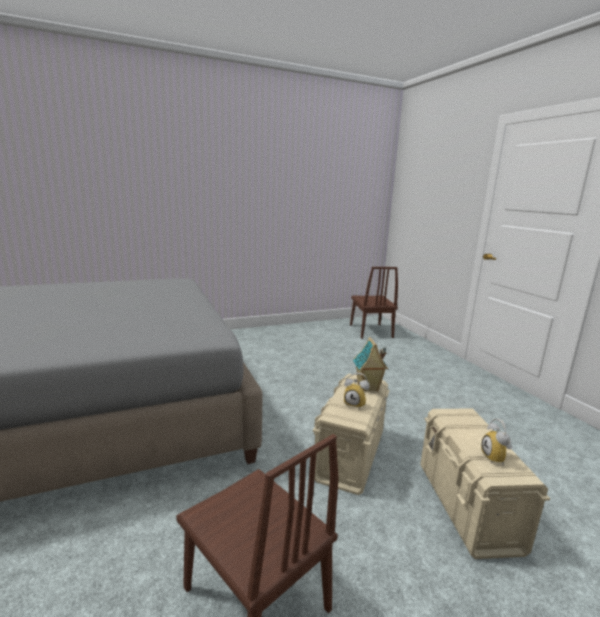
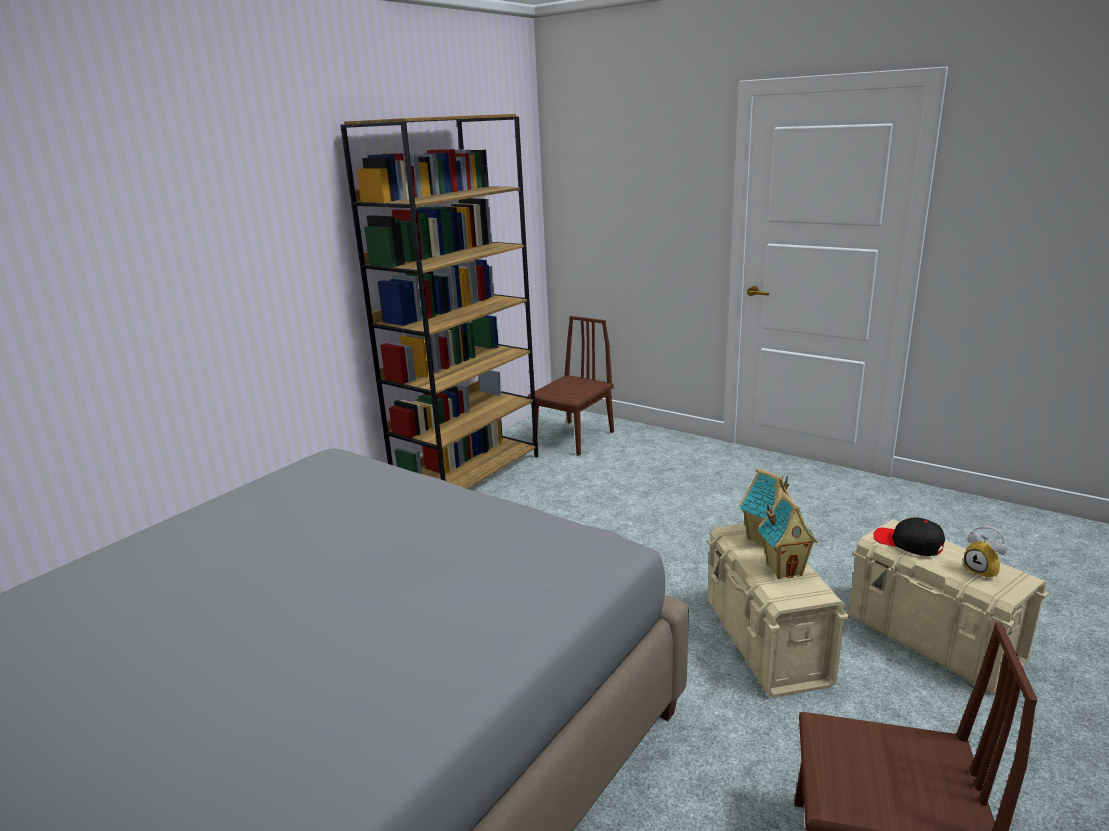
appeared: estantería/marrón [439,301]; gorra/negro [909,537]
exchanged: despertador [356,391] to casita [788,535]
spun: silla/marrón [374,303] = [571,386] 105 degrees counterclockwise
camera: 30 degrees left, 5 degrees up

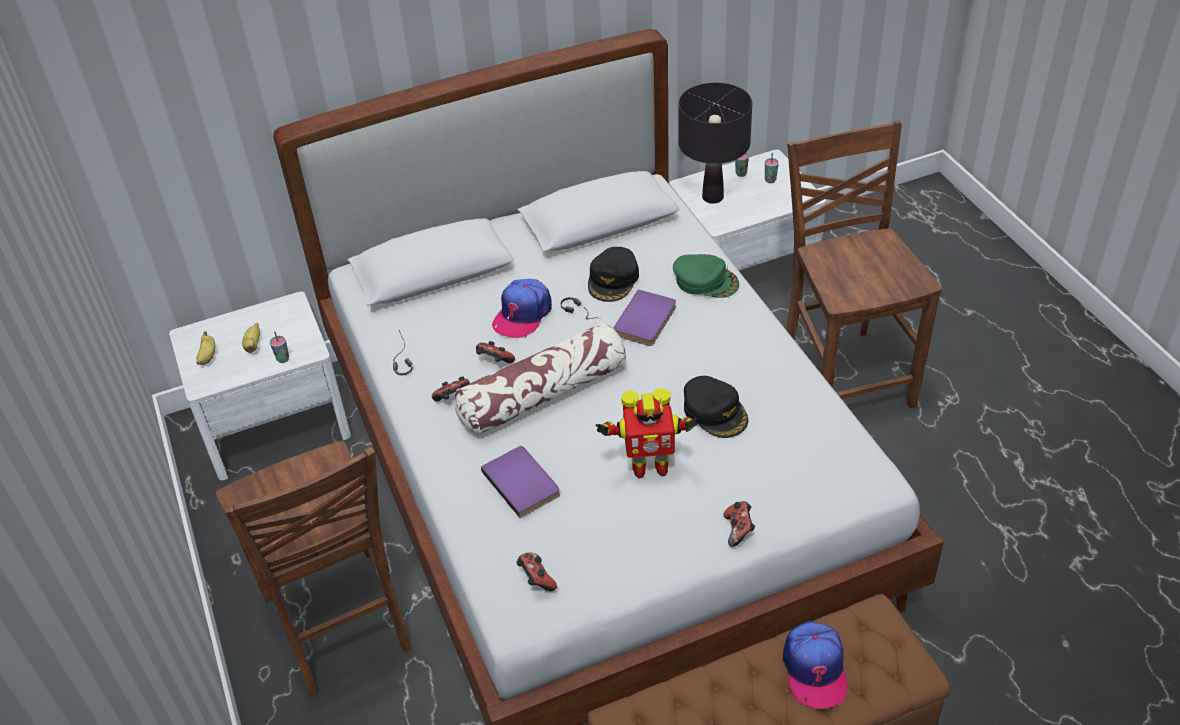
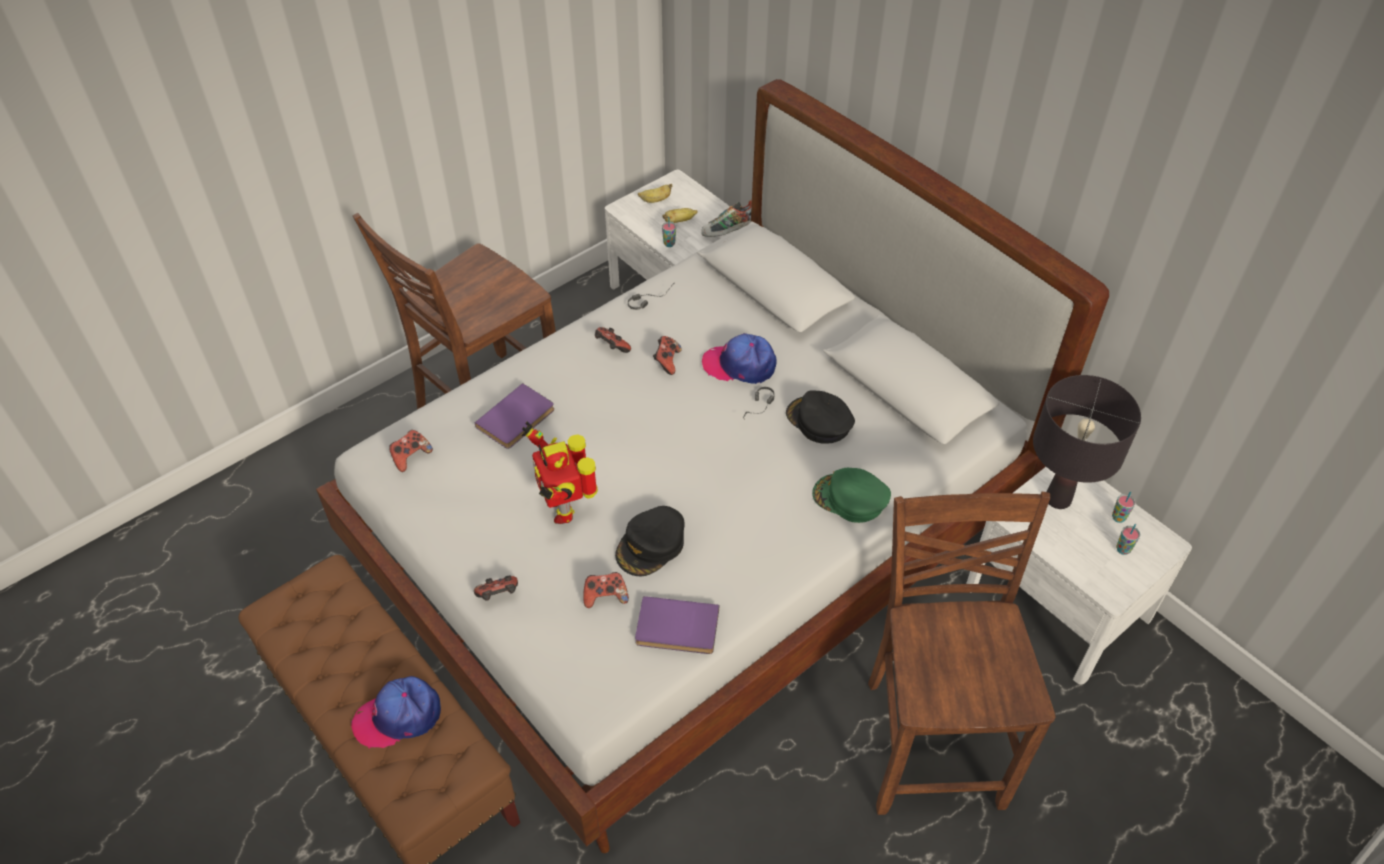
missing: cojín [540,379]
appeared: zapato [726,218]; mando de consola [606,590]
relocated: libro/morado [644,318] to [677,625]
spun: silla/marrón [864,264] = [962,653] 60 degrees counterclockwise; gorra/negro [613,274] = [820,417] 45 degrees clockwise; gorra/verde [706,276] = [851,495] 105 degrees clockwise
camera: 70 degrees right, 5 degrees up

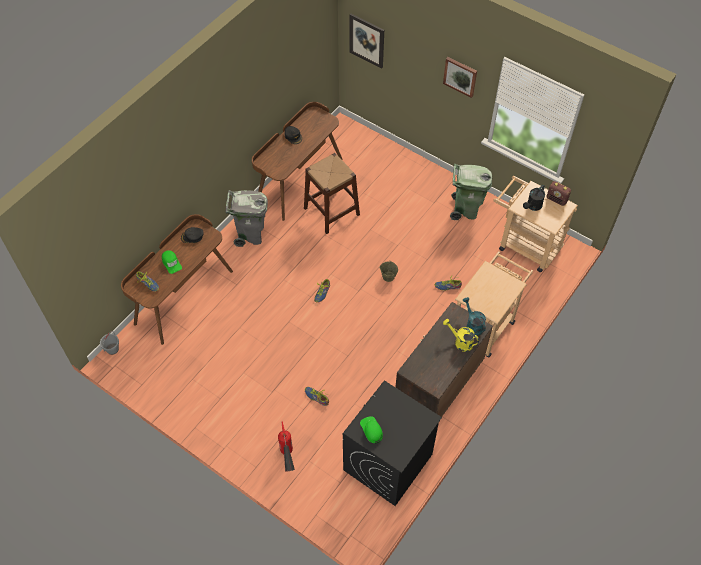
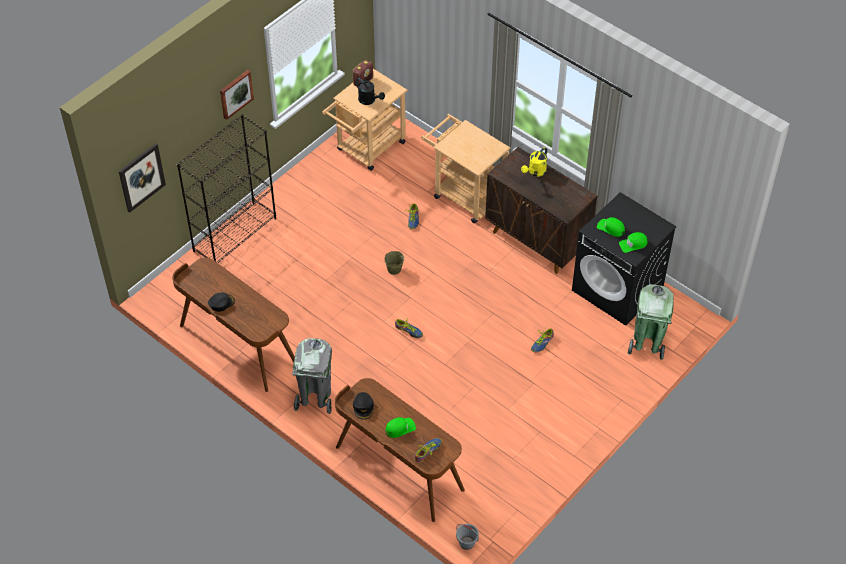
missing: taburete/marrón [332,193]; regadera/turquesa [474,316]; extintor [286,446]
appeared: estantería/negro [226,188]; gorra/verde [611,227]
relocated: papelera/verde [471,192] to [651,322]
camera: 85 degrees left, 5 degrees down

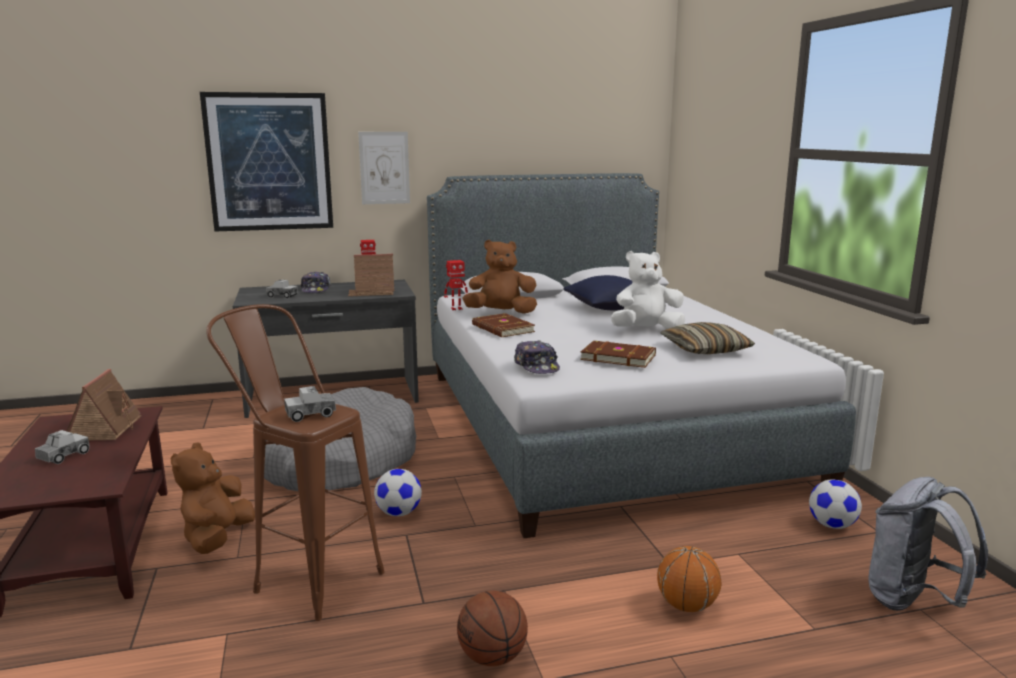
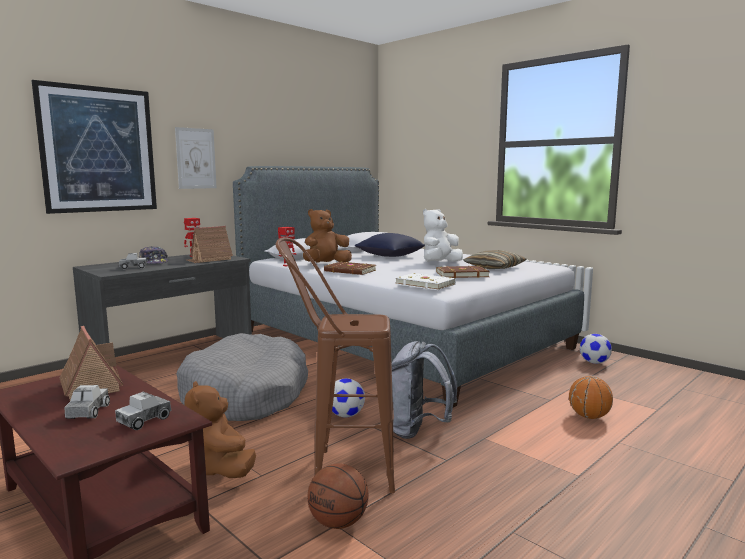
relocated: camión de juguete [310,404] to [143,411]; mochila/gris [928,544] to [424,390]; balón de baloncesto [492,628] to [338,496]
exchanged: gorra [537,357] to libro/blanco [425,281]
camera: 30 degrees left, 5 degrees down

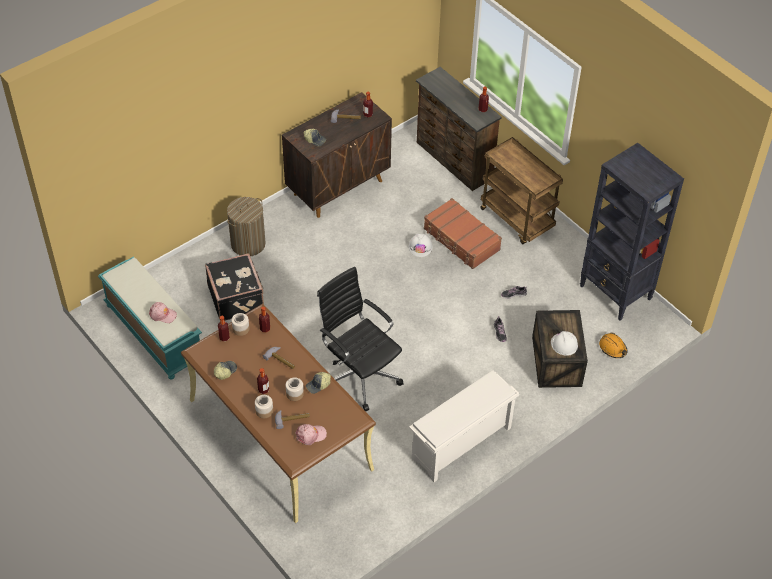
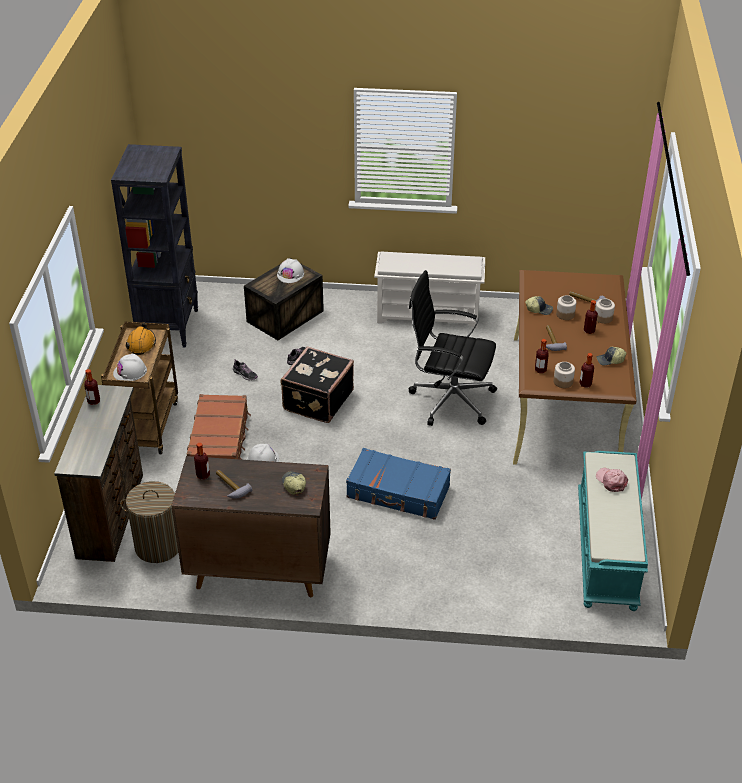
missing: gorra/rosa [311,434]
appeared: casco/blanco [130,367]; maleta/azul [398,484]
relocated: cesto de la ropa [246,226] to [149,522]; maleta/negro [234,287] to [317,384]; casco/naranja [613,345] to [141,339]
spun: silla de oficina/negro [360,339] = [453,348] 105 degrees clockwise
camera: 135 degrees left, 10 degrees down

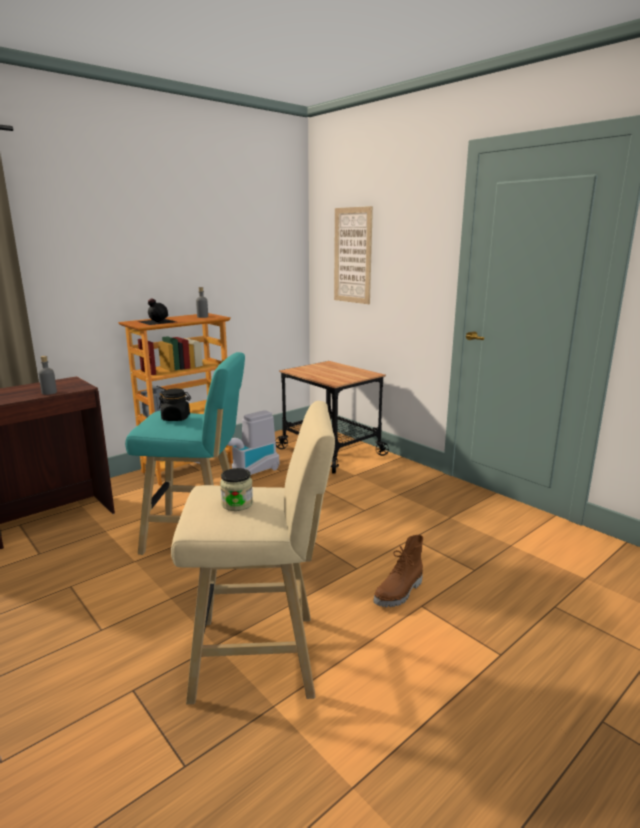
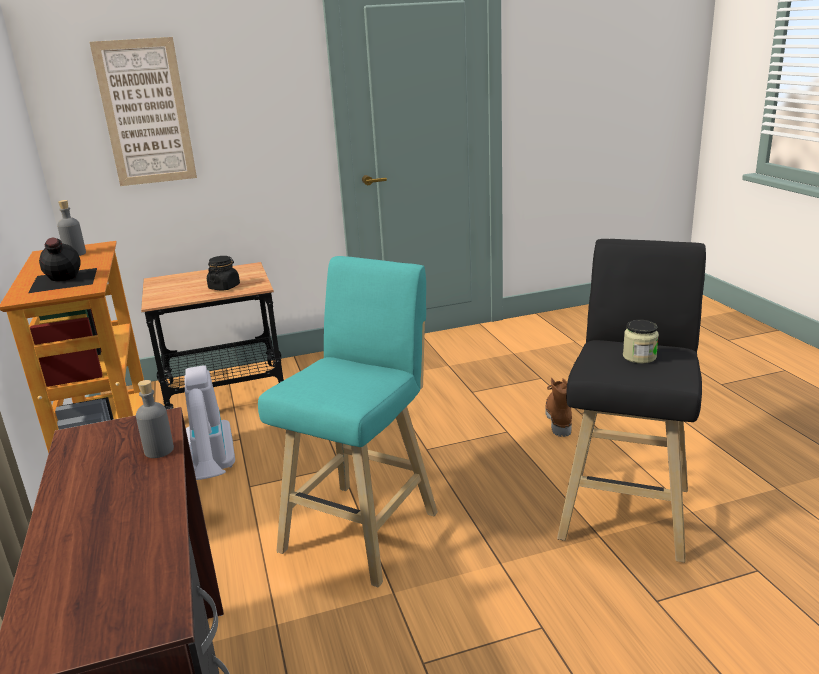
relocated: tarro/negro [175,405] to [223,273]
colour: taburete/beis [253,552] to taburete/negro [631,401]
spun: bota/marrón [398,571] = [558,407] 150 degrees counterclockwise
camera: 65 degrees left, 5 degrees up

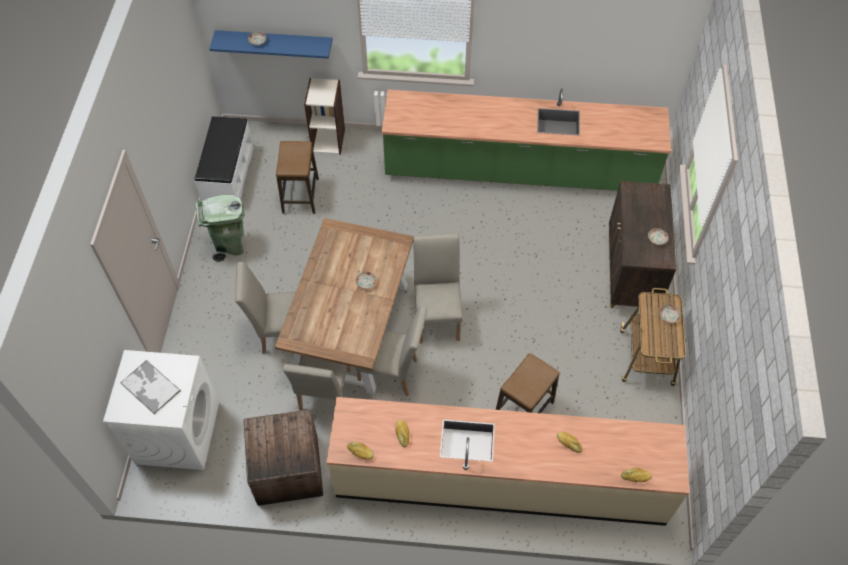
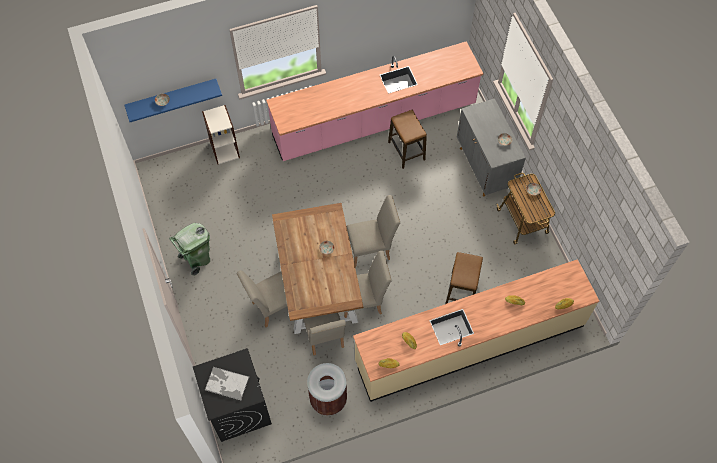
missing: banco/blanco [224,158]
relocated: taburete [297,177] to [407,139]
exchanged: caja de embalaje [283,457] to papelera/marrón [327,389]
colour: mueble bajo de cocina/verde [526,139] to mueble bajo de cocina/rosa [374,101]; armario/marrón [642,244] to armario/gris [491,147]; lavadora/blanco [161,410] to lavadora/negro [232,395]
spun: silla/beis [438,288] = [373,231] 105 degrees clockwise
camera: 25 degrees left, 5 degrees up

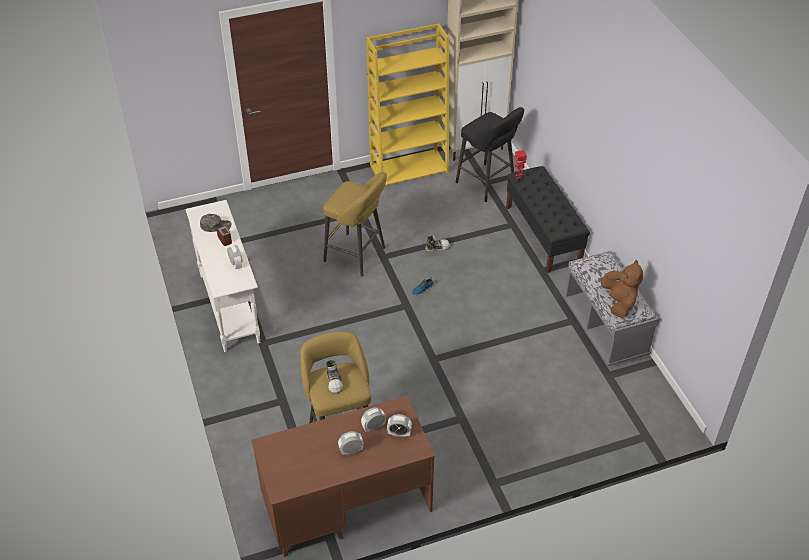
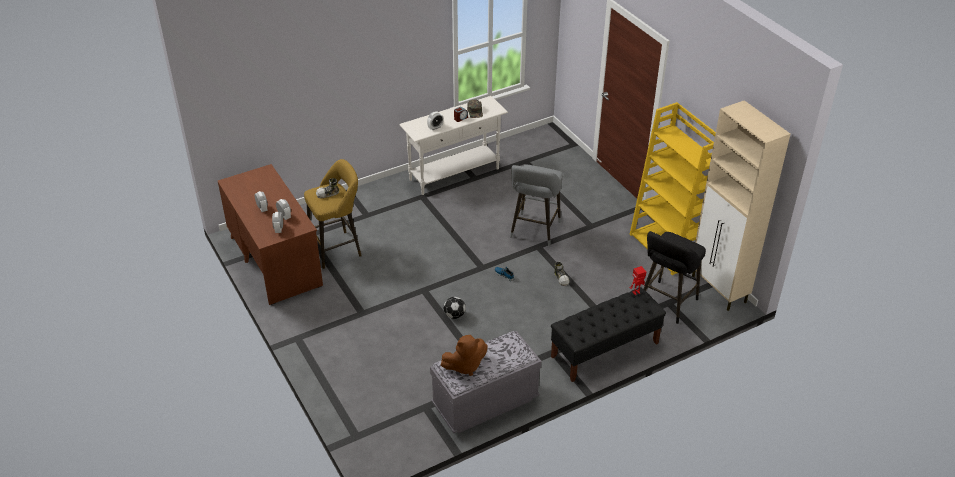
appeared: balón de fútbol [454,308]
colour: taburete/amarillo [355,224] to taburete/gris [536,205]
camera: 80 degrees right, 5 degrees down

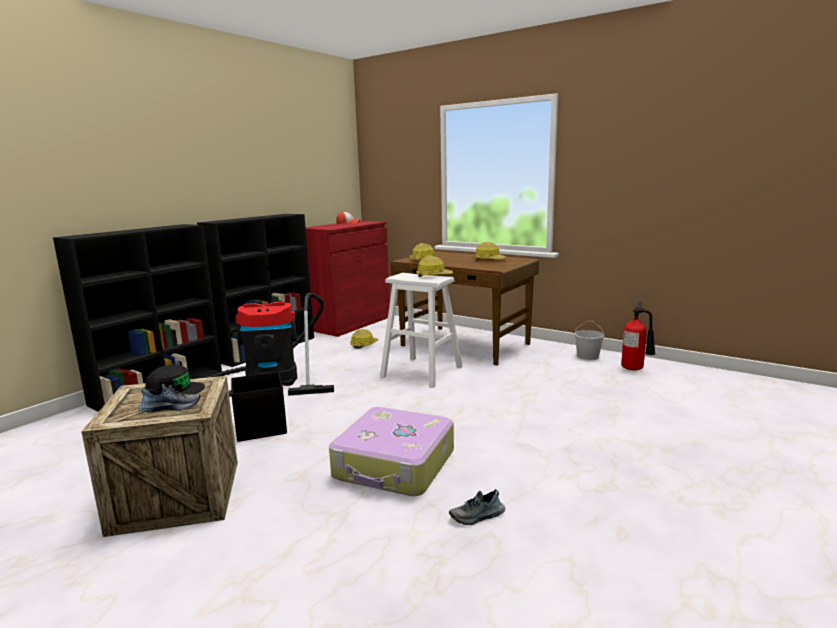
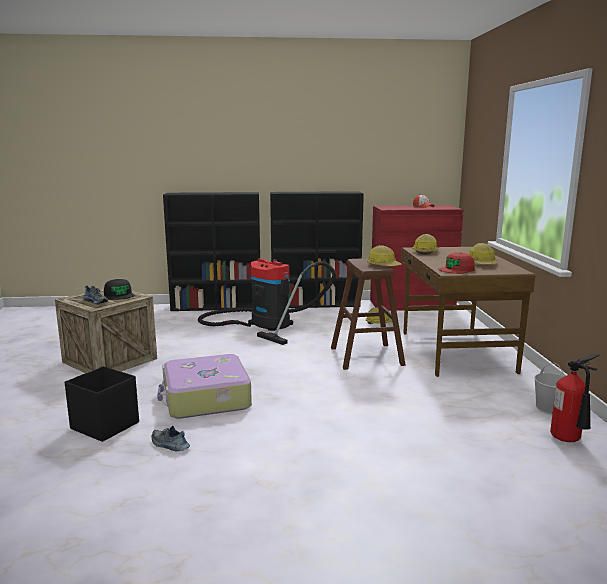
appeared: gorra/rojo [456,263]
relocated: caja de almacenaje/negro [259,407] to [102,404]
colour: taburete/blanco [421,330] to taburete/marrón [368,314]
camera: 50 degrees right, 0 degrees up

